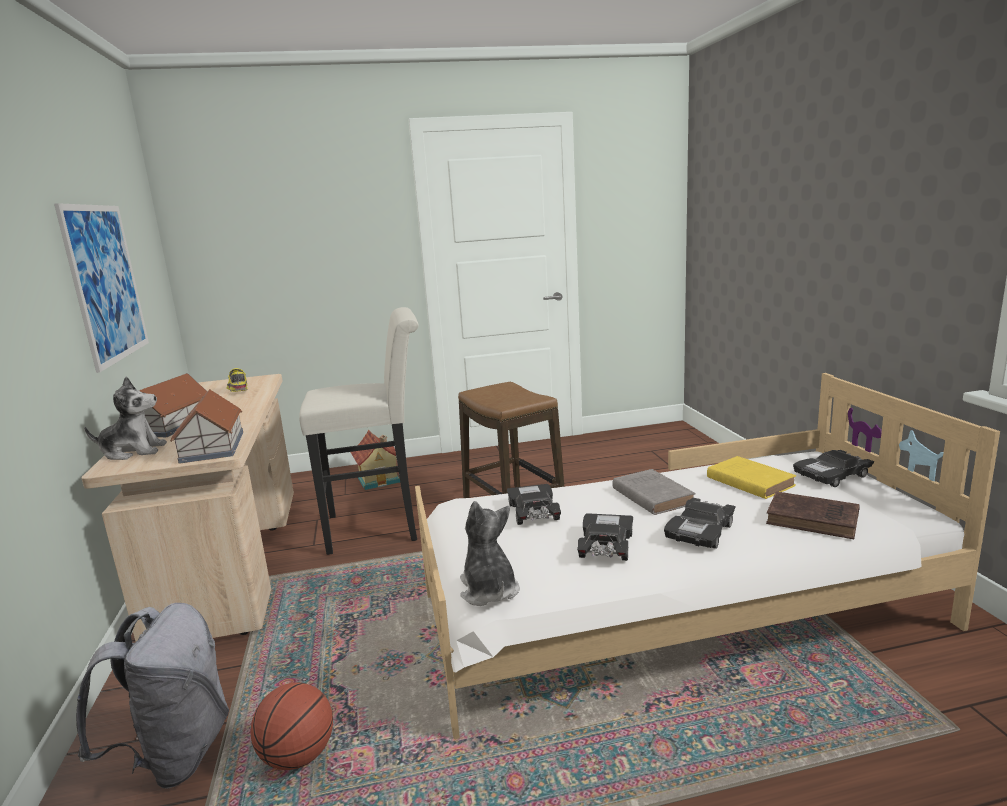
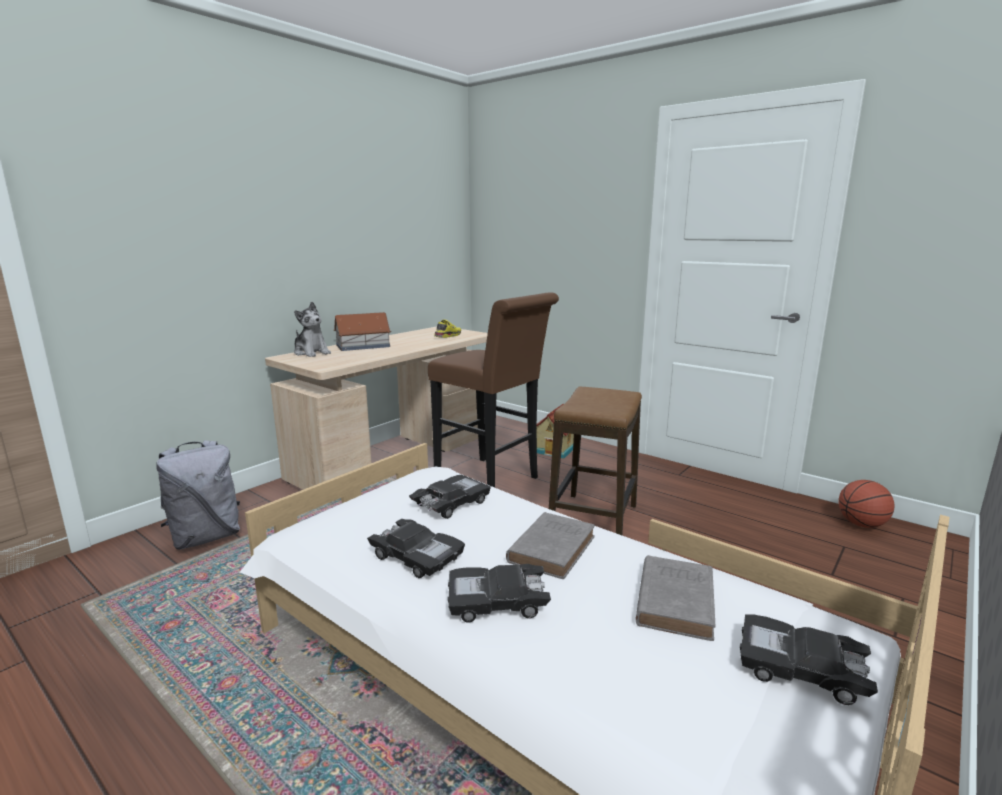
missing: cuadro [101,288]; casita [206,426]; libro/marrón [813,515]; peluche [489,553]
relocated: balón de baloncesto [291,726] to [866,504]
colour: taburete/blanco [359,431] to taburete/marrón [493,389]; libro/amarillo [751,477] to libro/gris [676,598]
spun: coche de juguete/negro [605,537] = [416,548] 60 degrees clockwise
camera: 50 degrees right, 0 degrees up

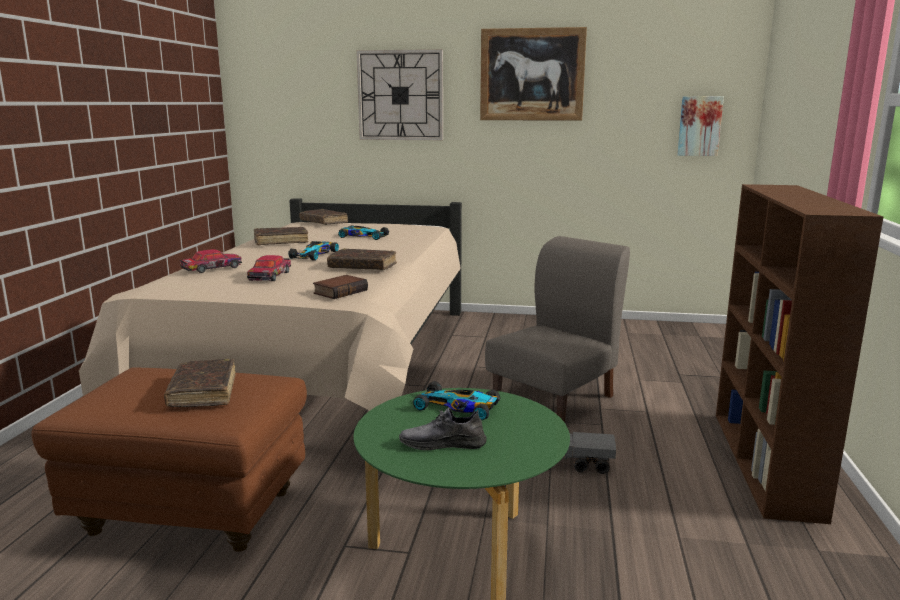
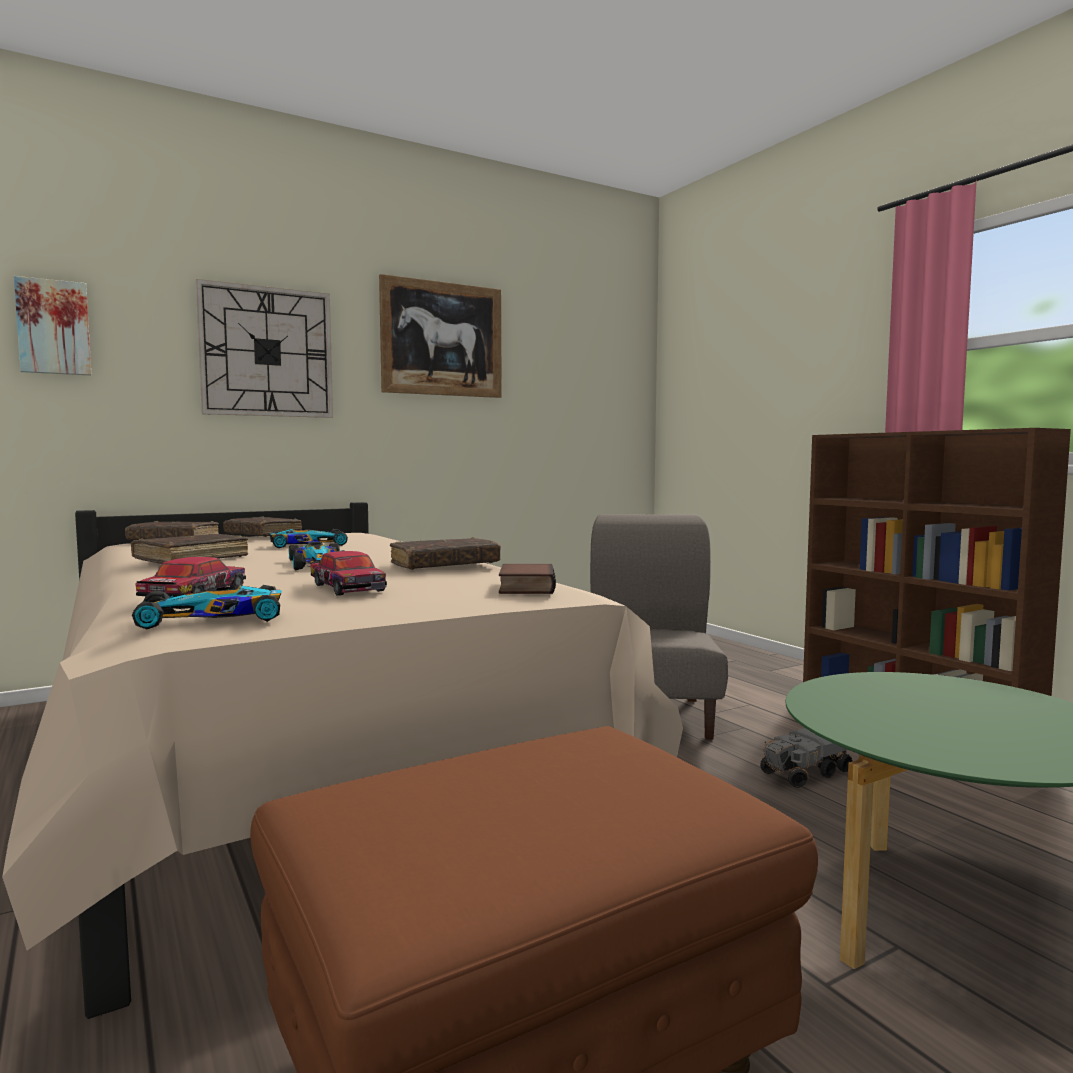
missing: zapato/gris [443,429]
relocated: cuadro [700,126] to [52,326]; libro/marrón [200,383] to [262,527]; coche de juguete [457,400] to [207,607]
camera: 40 degrees left, 10 degrees down

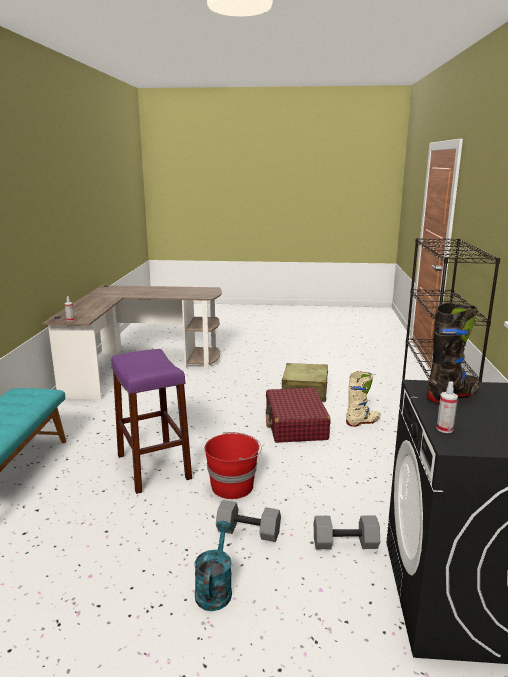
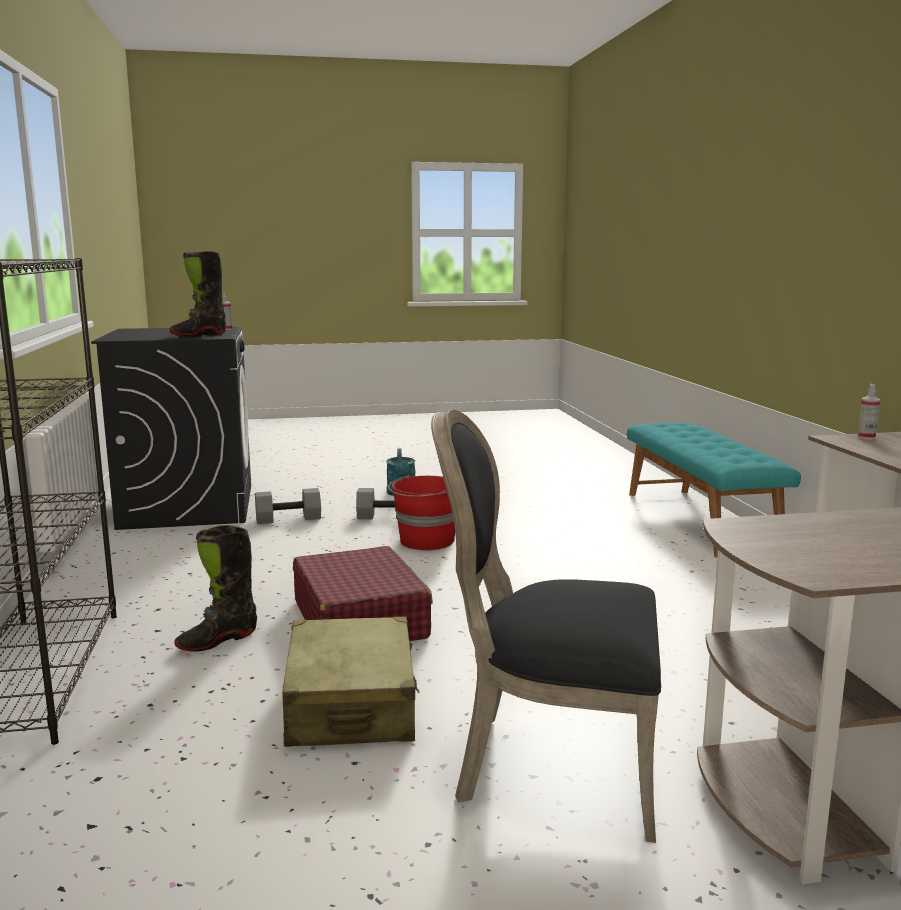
missing: taburete/morado [151,421]
appeared: silla/negro [546,626]
colour: bota/beis [363,399] to bota/negro [215,588]
camera: 165 degrees right, 5 degrees down

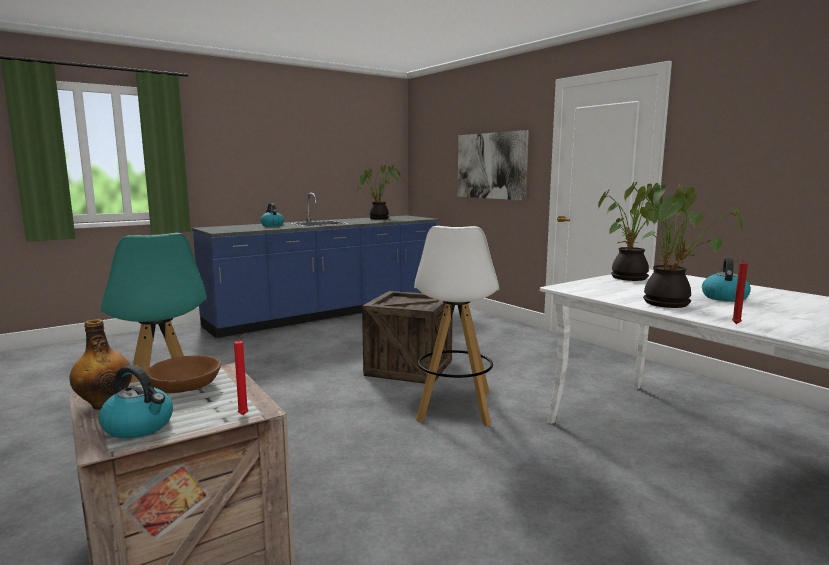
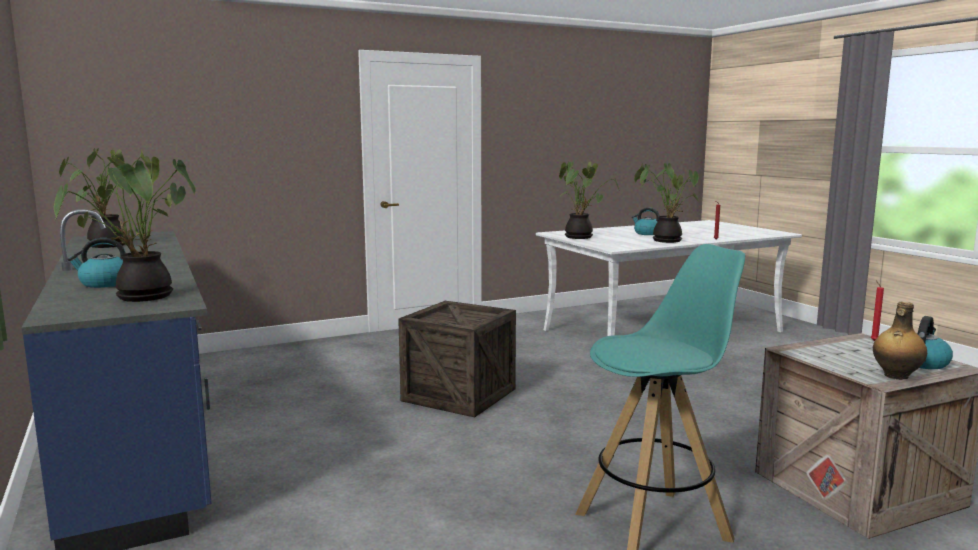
missing: cuadro [493,165]; taburete/blanco [456,326]; cuenco/marrón [183,374]
appeared: planta en maceta [125,229]
camera: 80 degrees left, 0 degrees up

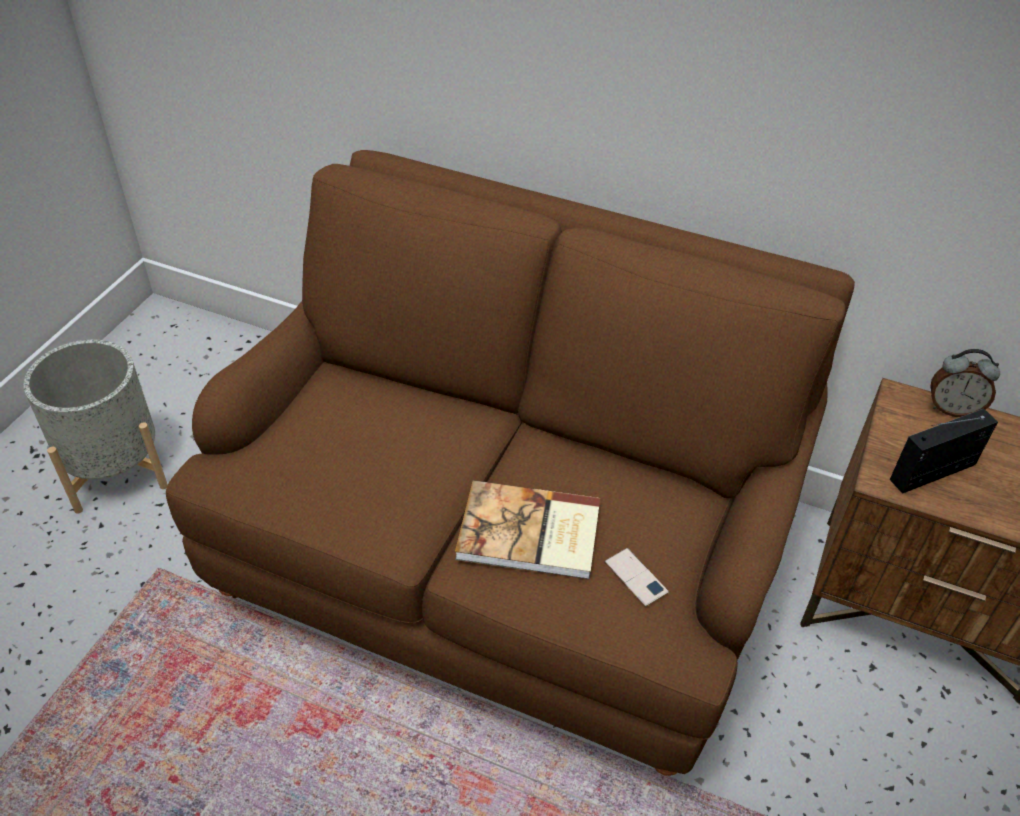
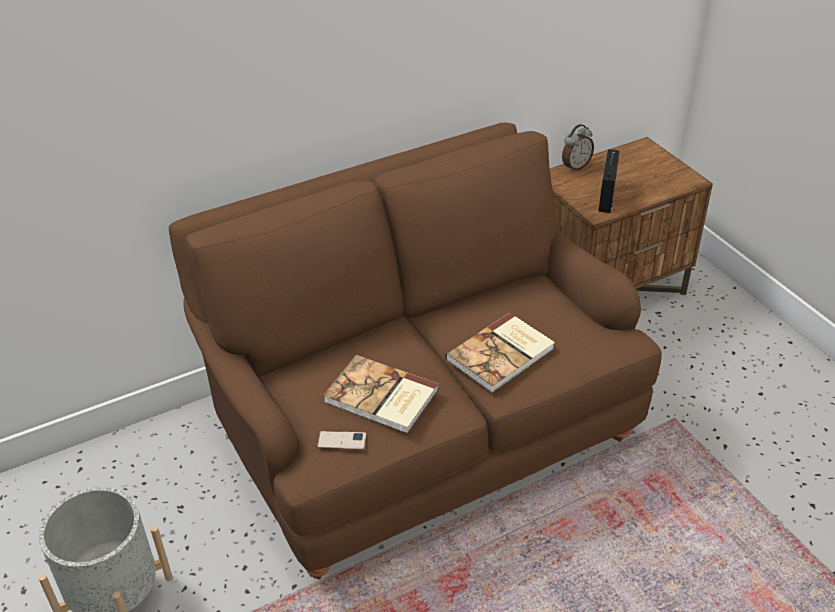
appeared: libro [381,394]
relocated: móvil [637,577] to [342,440]
camera: 50 degrees left, 5 degrees down

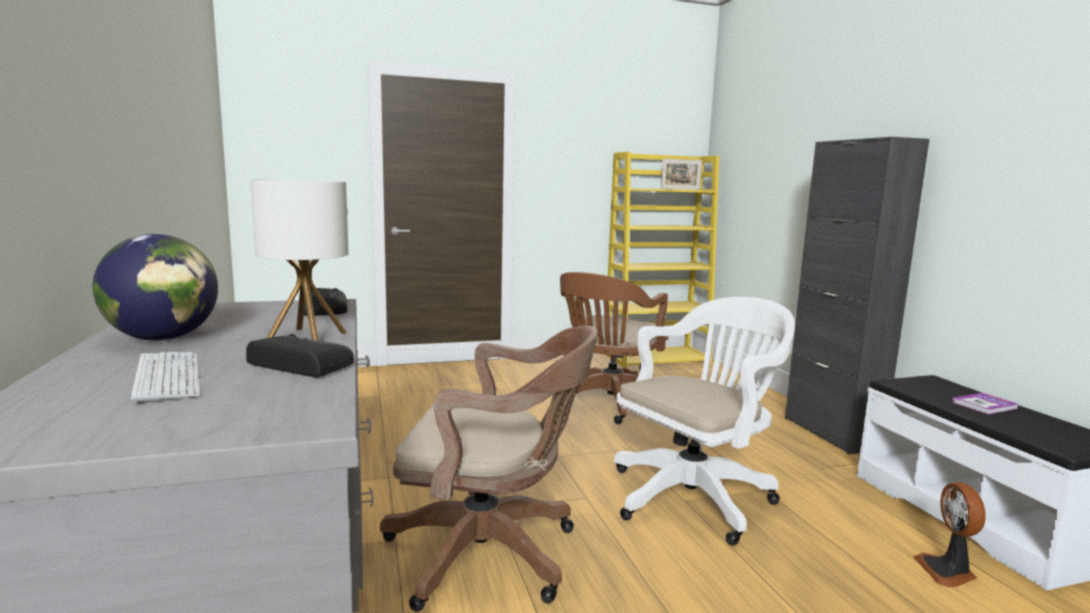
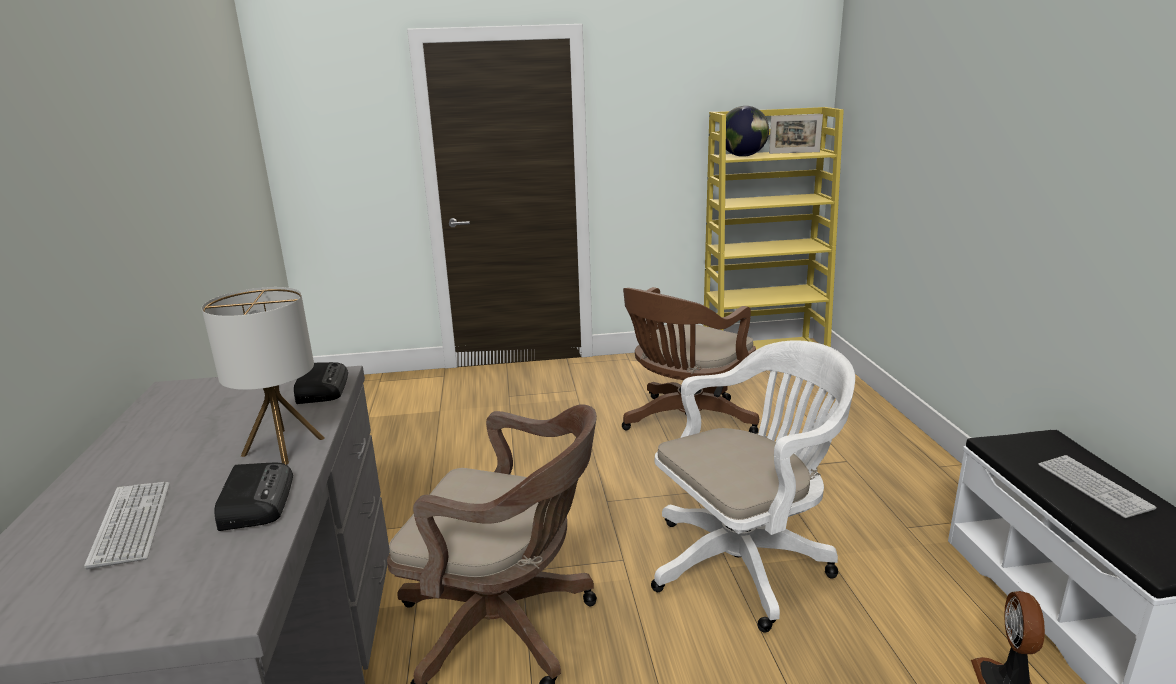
missing: armario/negro [857,295]
relocated: globo terráqueo [155,287] to [747,131]
exchanged: libro [985,404] to teclado [1097,486]
spun: radio [300,355] = [253,497] 45 degrees clockwise
camera: 10 degrees right, 10 degrees up

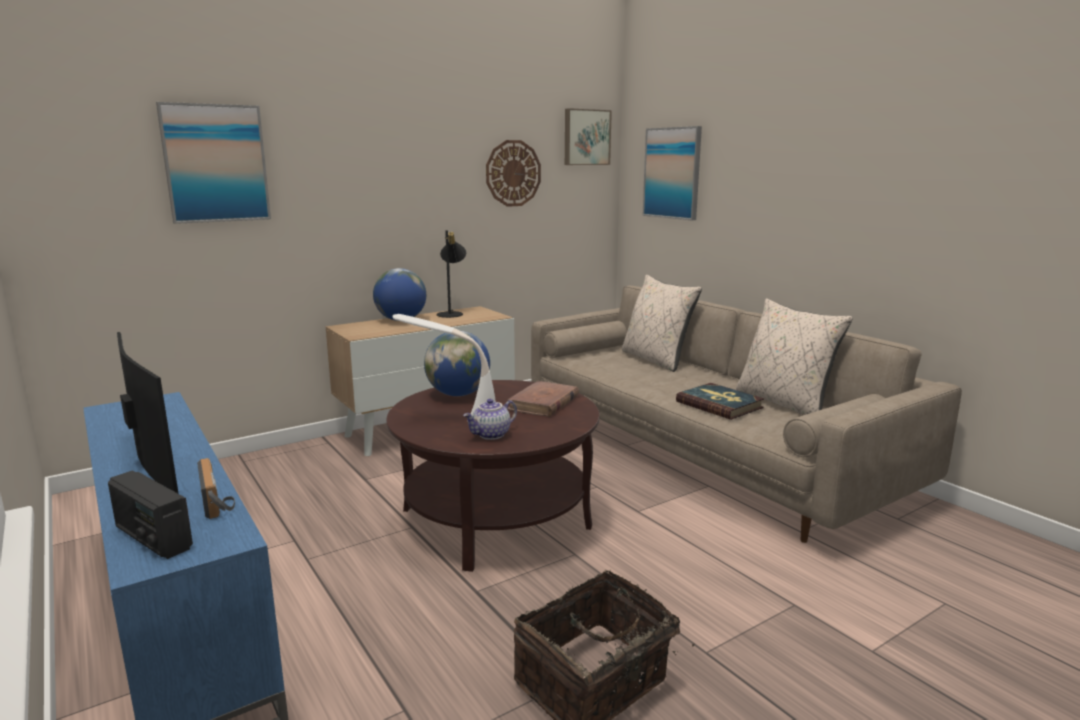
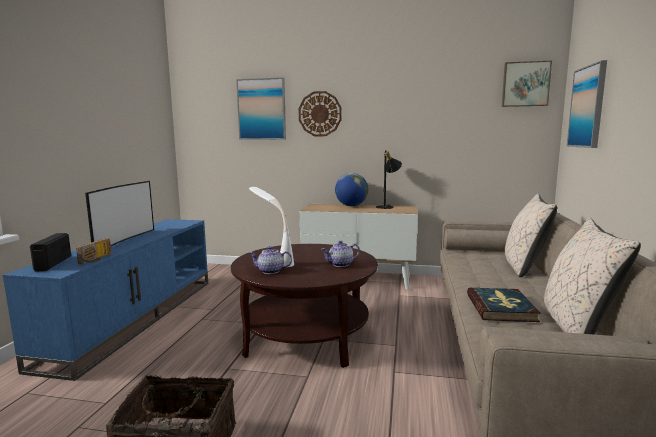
missing: globo terráqueo [457,363]
relocated: reloj de pared [513,173] to [320,113]
exchanged: libro/marrón [543,399] to tetera [340,254]
camera: 45 degrees right, 5 degrees down

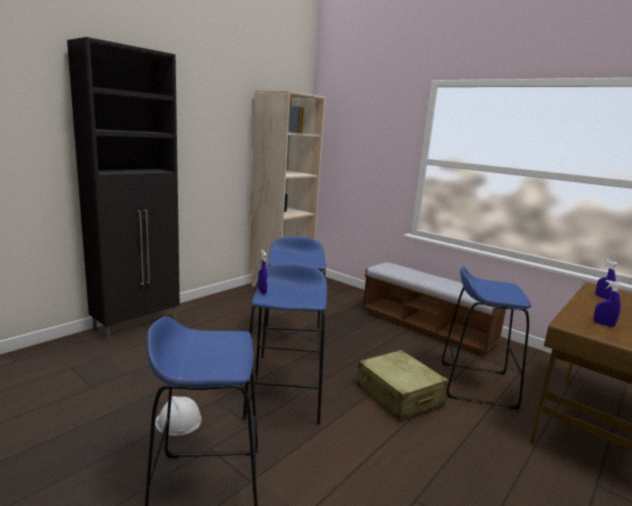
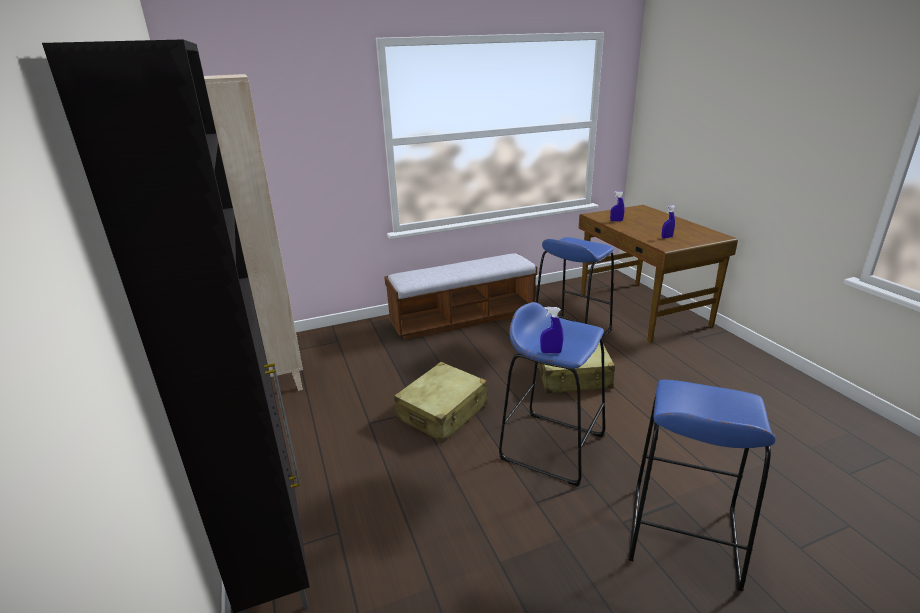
missing: casco/blanco [178,416]
exchanged: taburete/azul [293,298] to maleta/beis [441,402]
camera: 60 degrees left, 10 degrees up

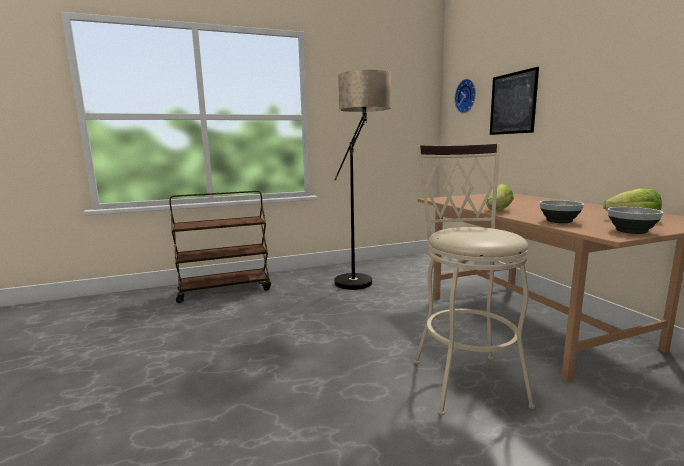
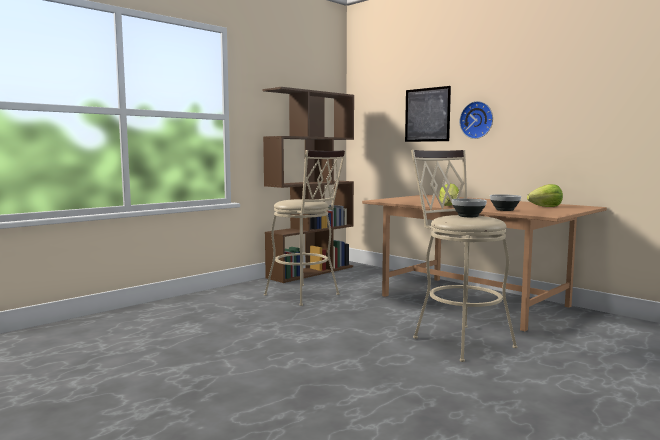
missing: carrito/marrón [220,247]
appeared: estantería/marrón [308,185]
relocated: reloj de pared [465,96] to [476,120]; cuenco [636,220] to [469,207]
exchanged: lámpara de pie [362,180] to taburete/beis [305,228]
camera: 25 degrees left, 5 degrees down

